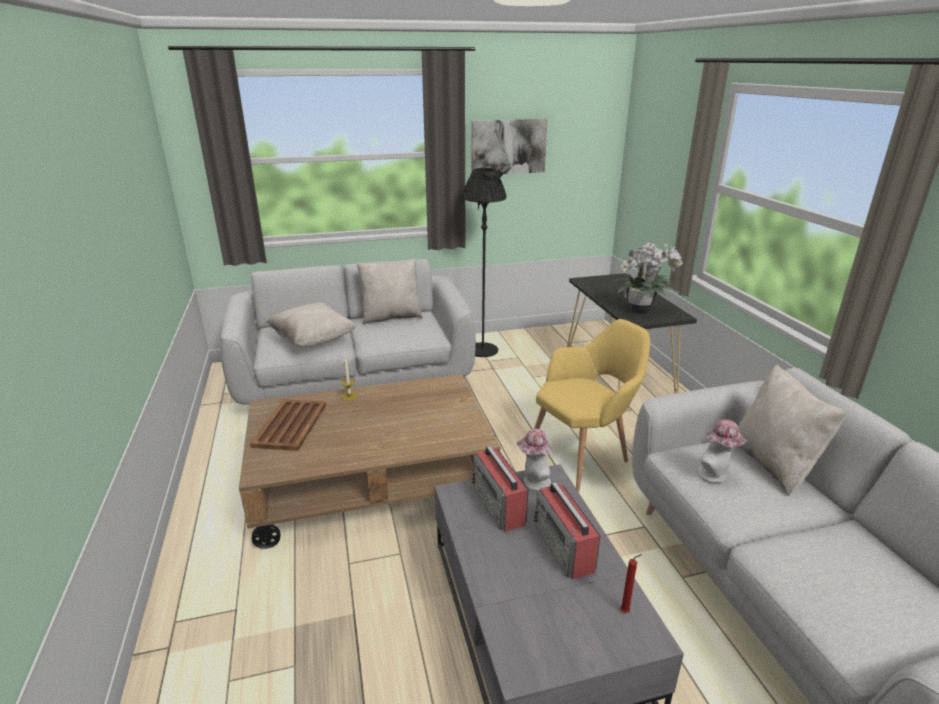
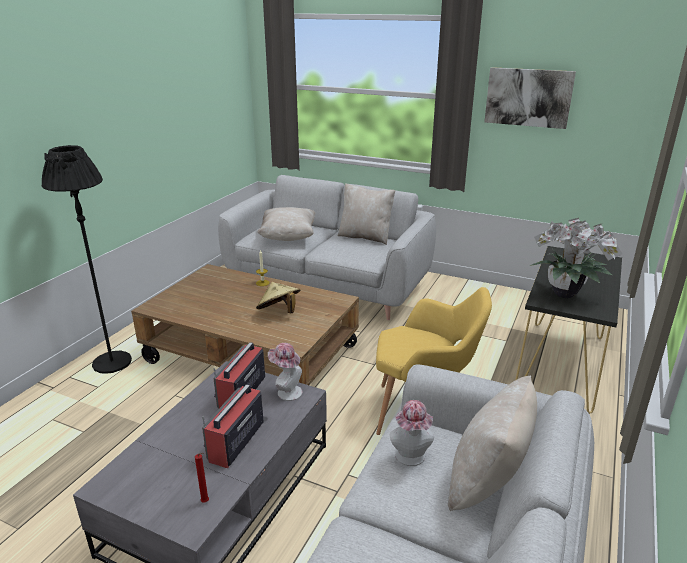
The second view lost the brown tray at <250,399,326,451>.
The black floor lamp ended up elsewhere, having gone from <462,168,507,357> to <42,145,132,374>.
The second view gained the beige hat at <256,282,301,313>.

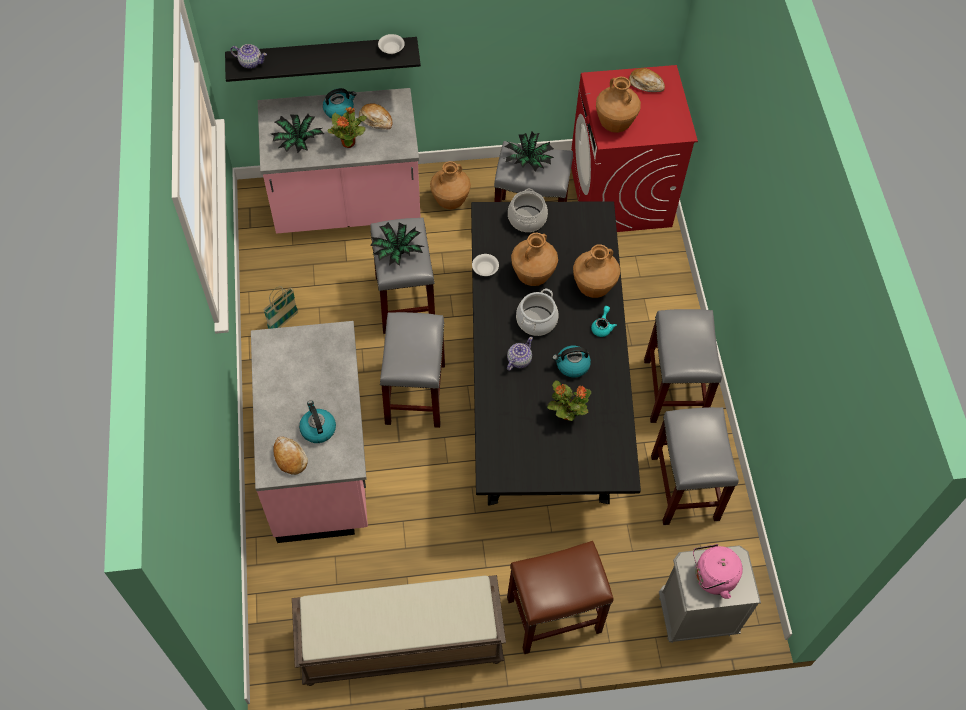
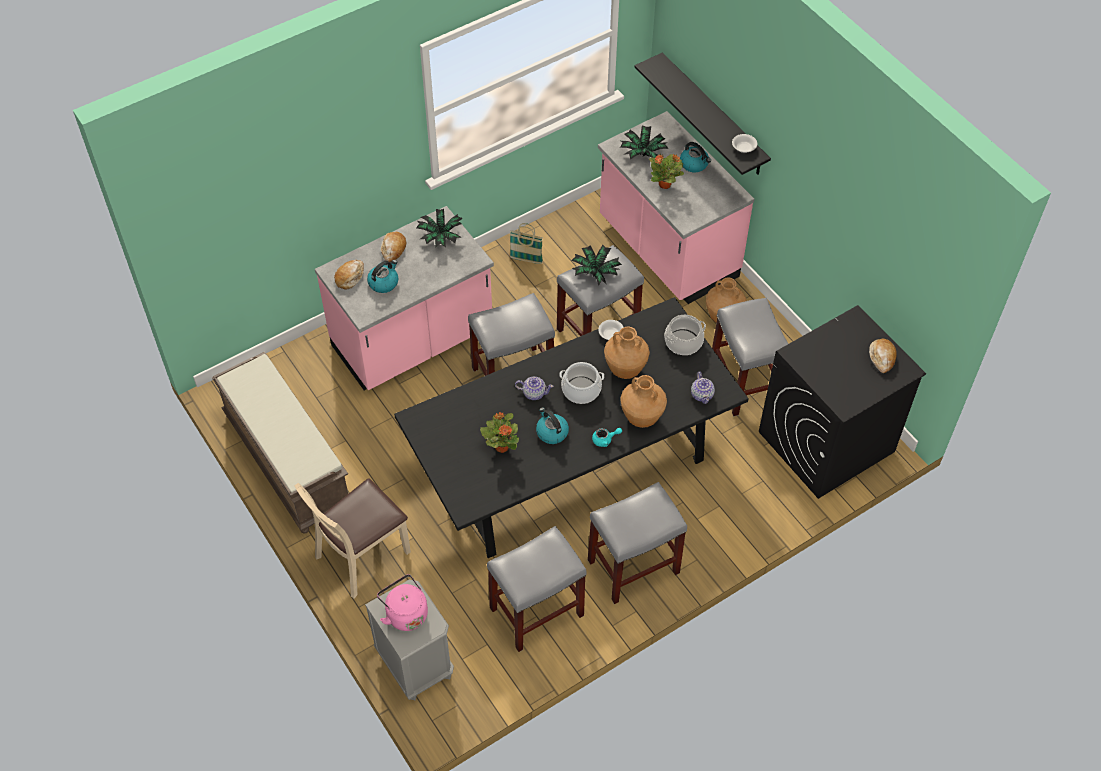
The teapot ended up elsewhere, having gone from <230,44,267,69> to <691,372,715,404>.
The bread ended up elsewhere, having gone from <359,103,393,129> to <381,232,406,262>.
The potted plant ended up elsewhere, having gone from <505,132,554,171> to <416,209,463,248>.
Where the brown stool stood at <507,541,614,654>, the beige chair came to stand at <294,478,411,599>.
What was the red washing machine at <571,65,698,232> turned into the black washing machine at <759,305,926,499>.
The second view lost the brown vase at <596,77,641,133>.

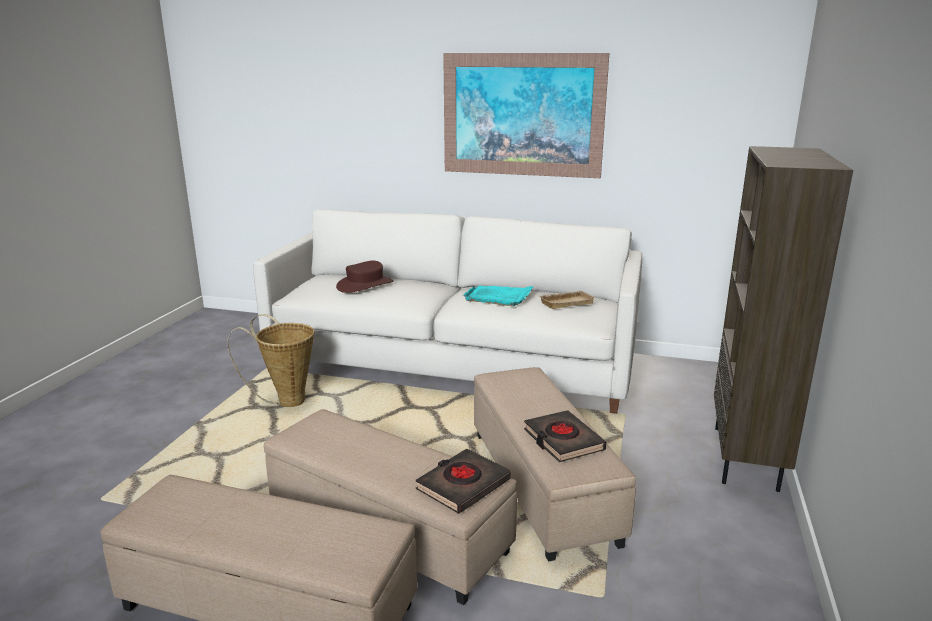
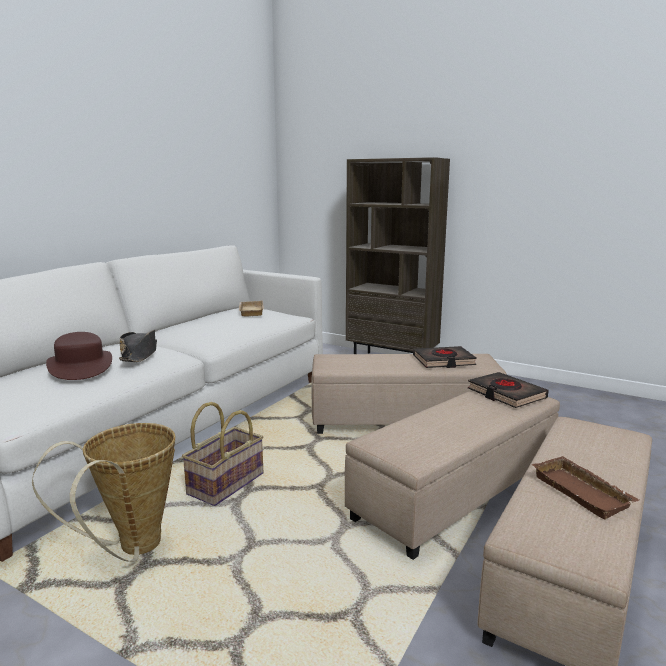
The second view lost the picture at <443,53,609,178>.
The second view lost the turquoise tray at <463,286,534,306>.
The second view gained the black hat at <119,330,157,362>.
The second view gained the basket at <182,402,264,506>.
The second view gained the brown tray at <532,456,640,520>.

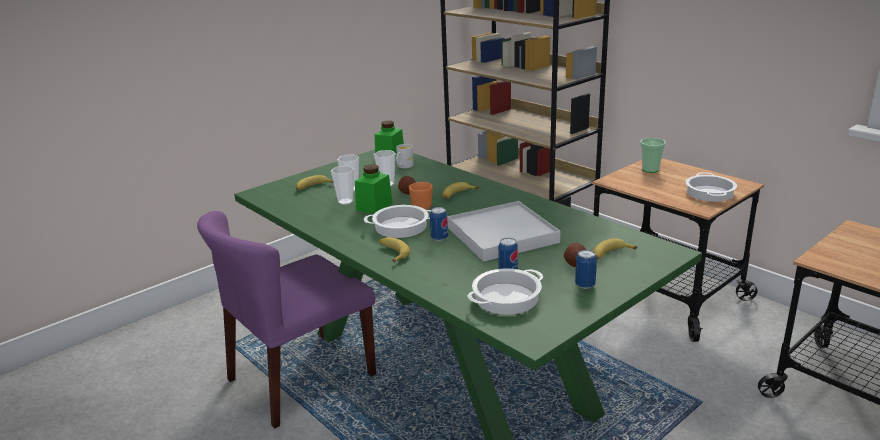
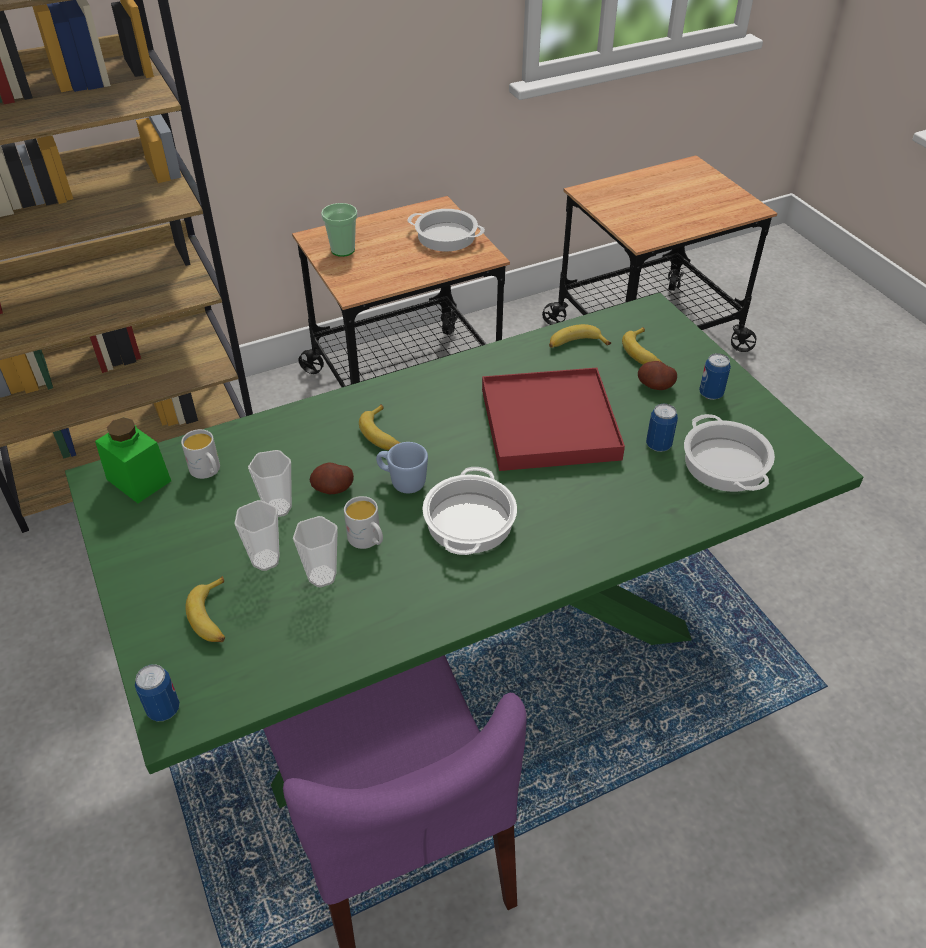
Where the green jar stood at <355,164,393,214>, the white mug came to stand at <344,496,383,549>.
The banana ended up elsewhere, having gone from <379,237,410,262> to <549,324,611,348>.
What was the orange mug at <409,182,433,210> turned into the blue mug at <376,442,428,494>.
The can ended up elsewhere, having gone from <430,207,448,241> to <135,664,180,721>.
What was the white tray at <447,201,560,262> turned into the red tray at <482,368,625,471>.

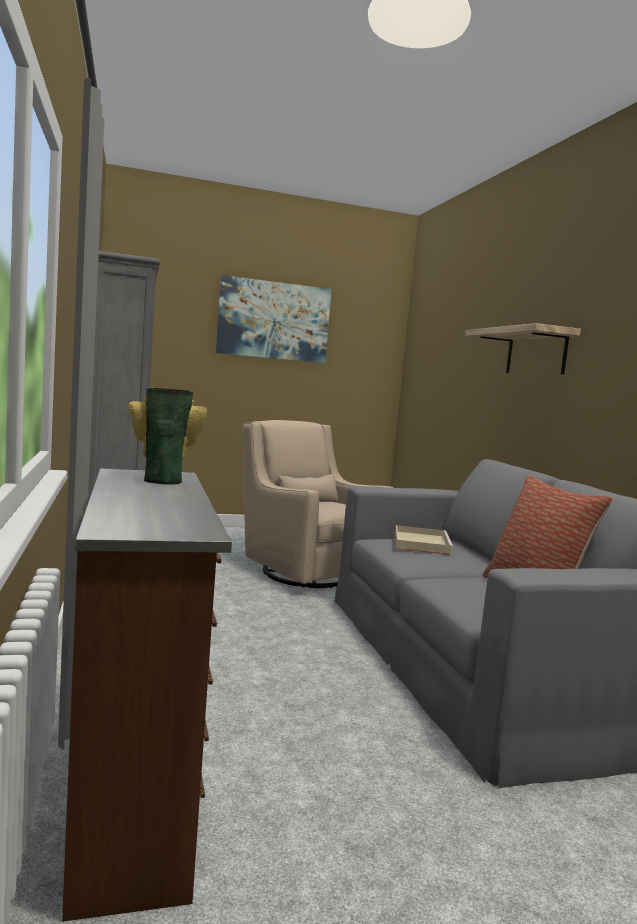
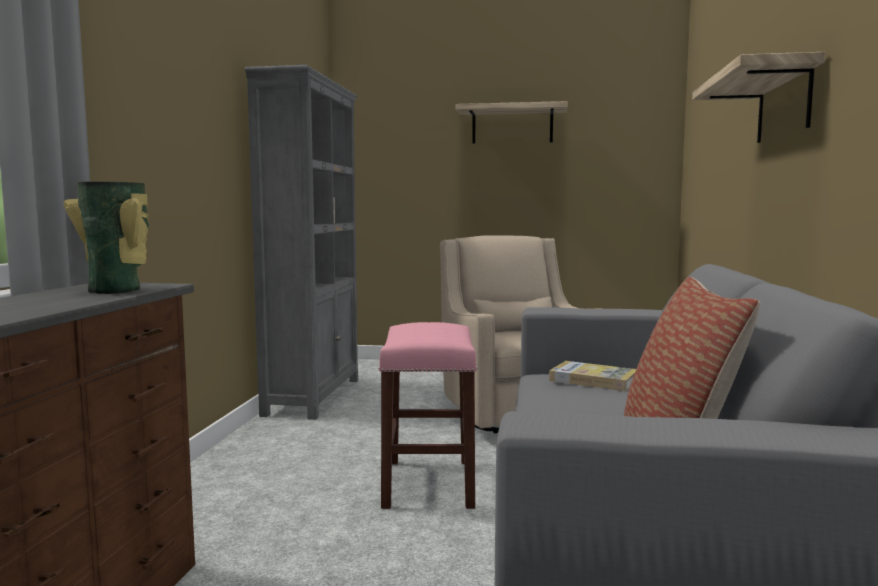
Where the picture hung at <216,275,332,363>, the shelf came to hang at <455,101,568,144>.
Where the beige tray stood at <395,525,454,555>, the book came to stand at <549,361,636,391>.
The second view gained the pink stool at <378,322,477,509>.

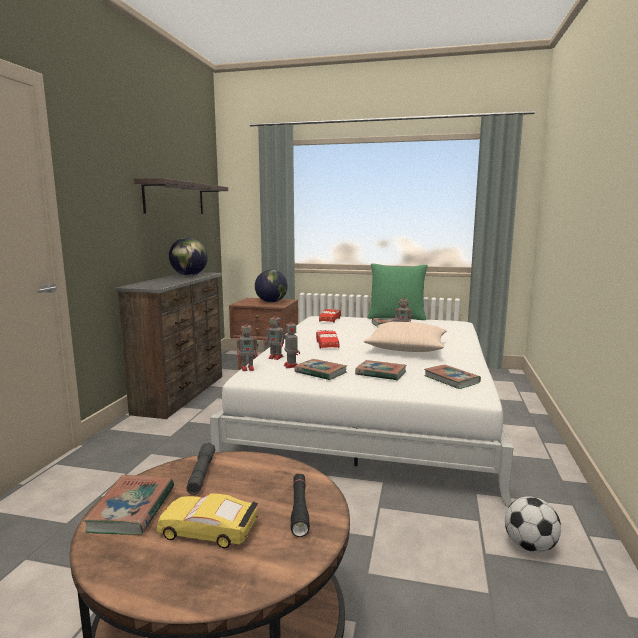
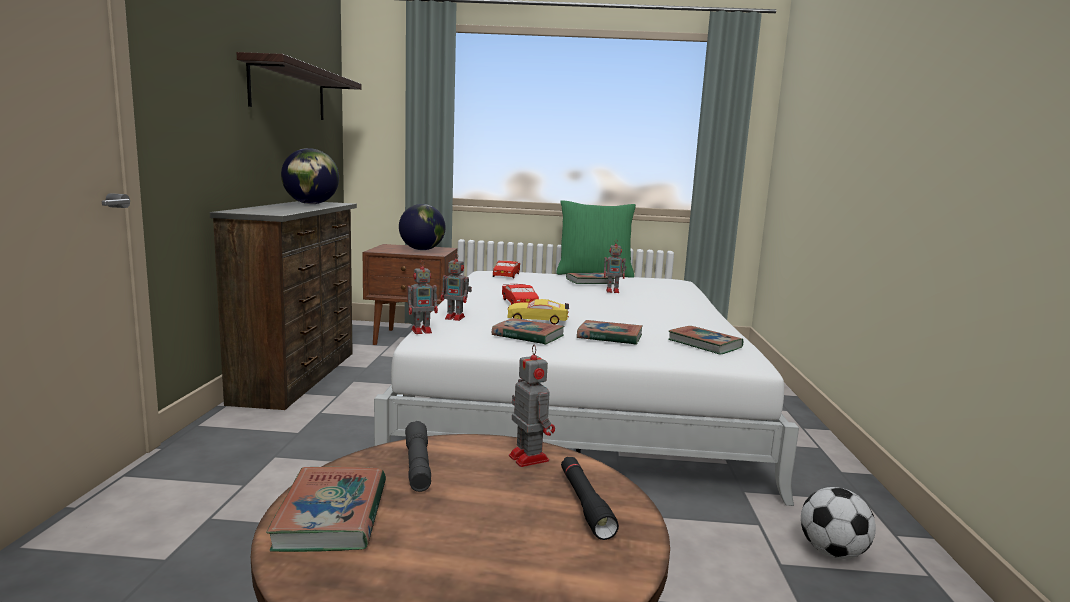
The yellow toy car ended up elsewhere, having gone from <157,494,258,548> to <507,299,569,324>.
The toy robot ended up elsewhere, having gone from <284,319,300,368> to <509,345,555,467>.
The second view lost the beige pillow at <363,322,446,352>.

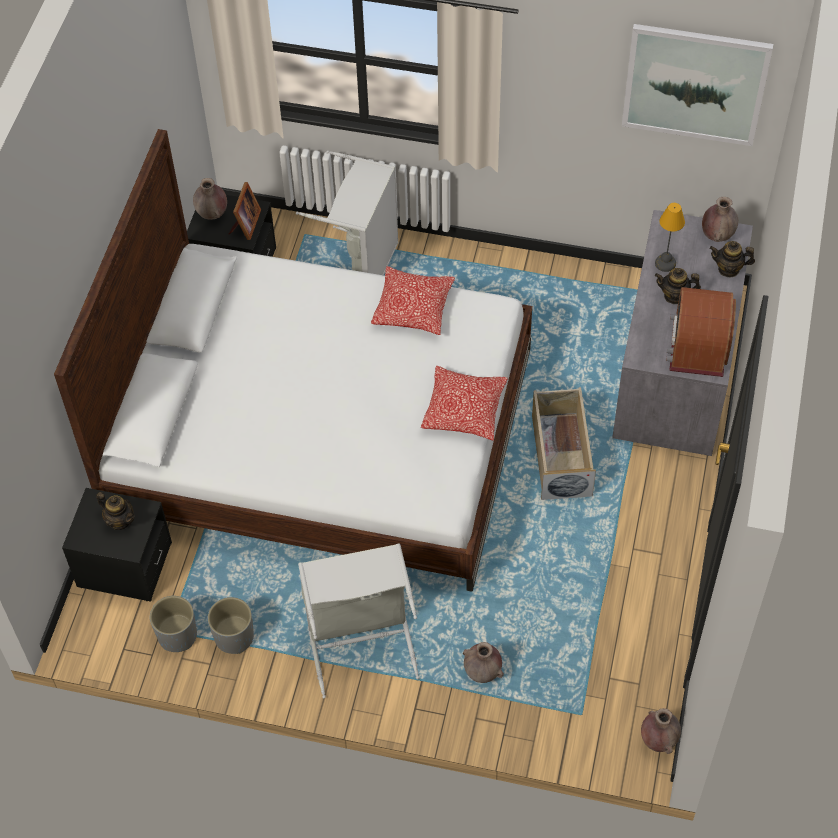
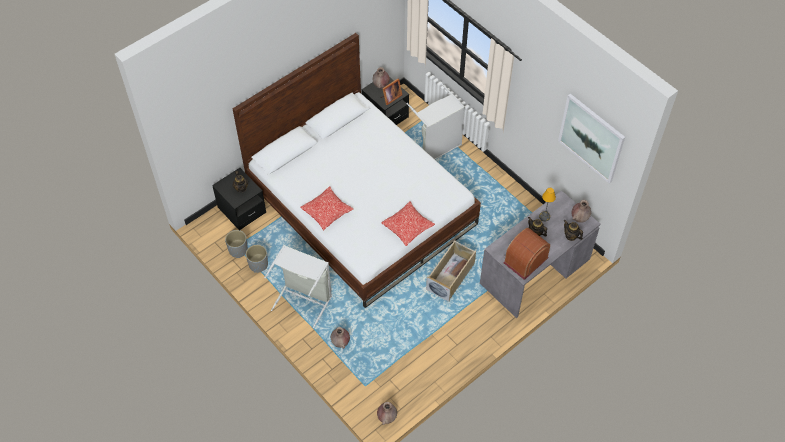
The pillow ended up elsewhere, having gone from <371,266,455,335> to <300,186,353,231>.

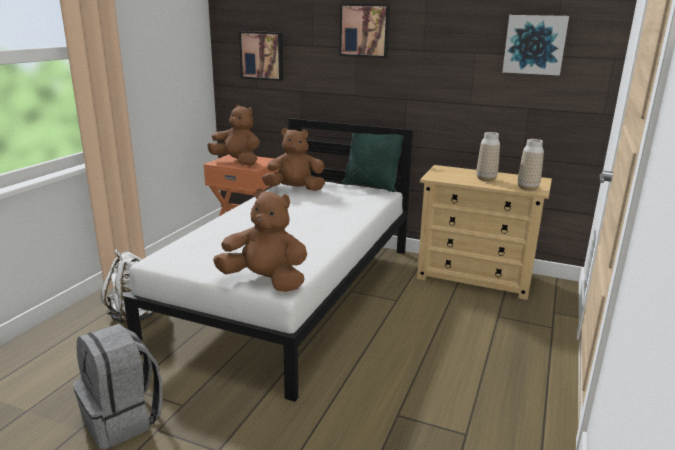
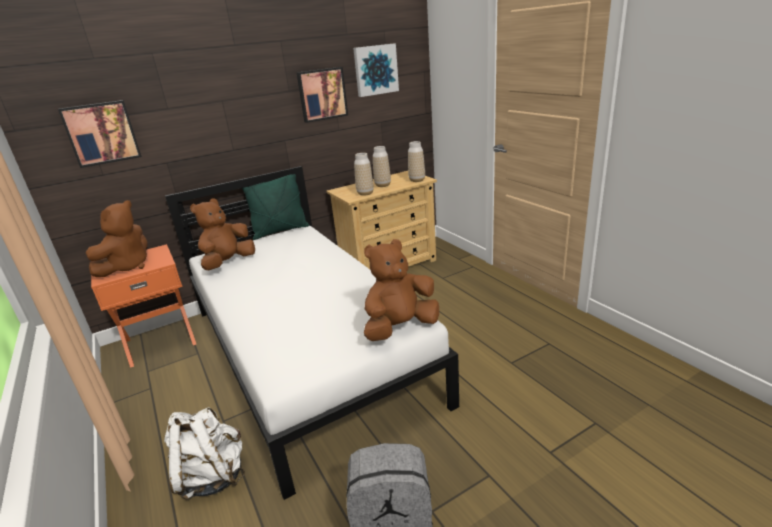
The brown plush toy at <207,104,260,165> ended up facing another way, 135 degrees clockwise from before.
The picture ended up elsewhere, having gone from <339,4,390,58> to <297,67,348,123>.
The second view gained the vase at <354,153,374,196>.

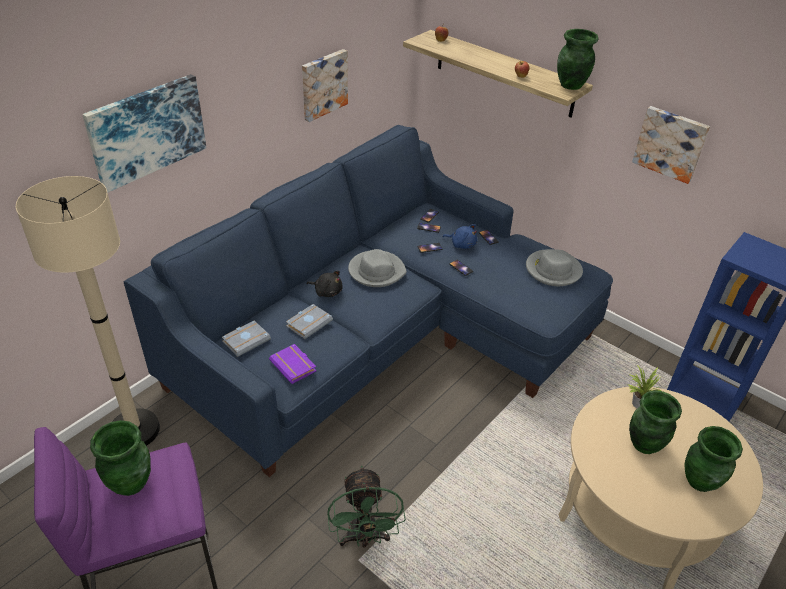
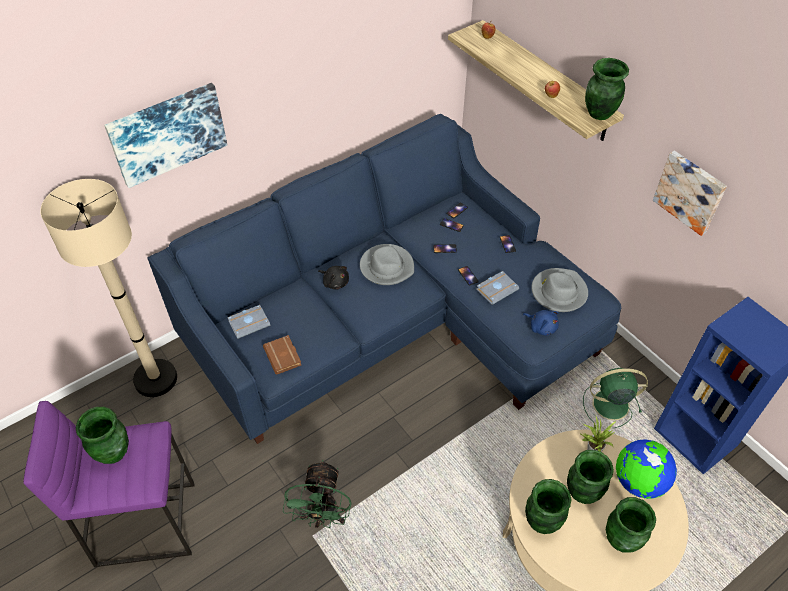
What was the purple book at <269,344,317,384> turned into the brown book at <263,335,302,374>.
The grey book ended up elsewhere, having gone from <286,304,333,339> to <476,271,519,305>.
The second view lost the picture at <302,49,348,122>.
The blue plush toy ended up elsewhere, having gone from <443,224,477,249> to <523,310,559,336>.
The second view gained the green vase at <525,479,571,534>.
The second view gained the green fan at <583,368,648,428>.
The second view gained the globe at <616,439,677,499>.

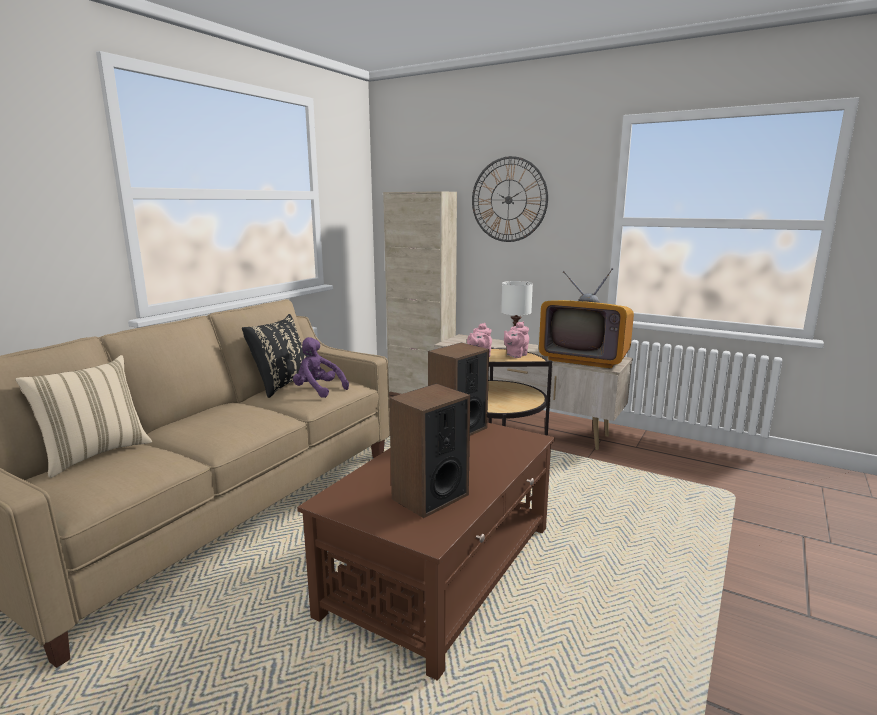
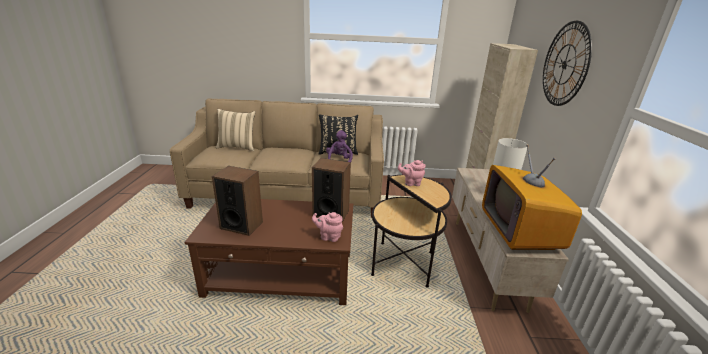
The pink teapot ended up elsewhere, having gone from <504,321,529,358> to <312,212,343,242>.

